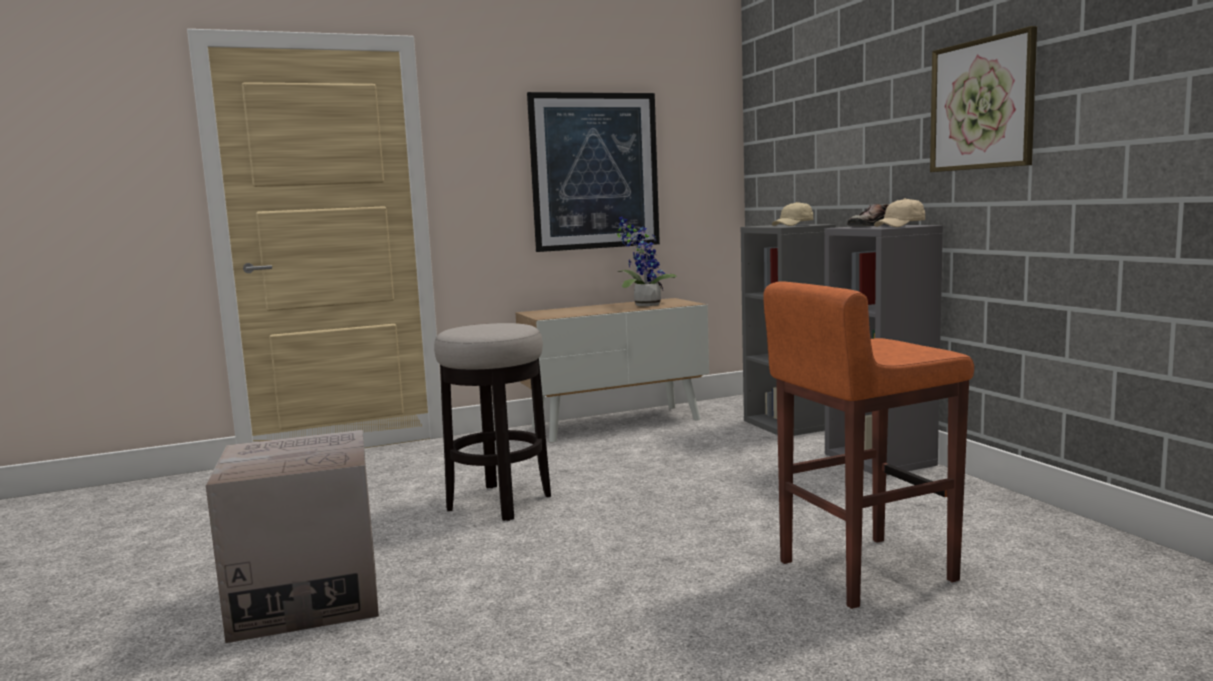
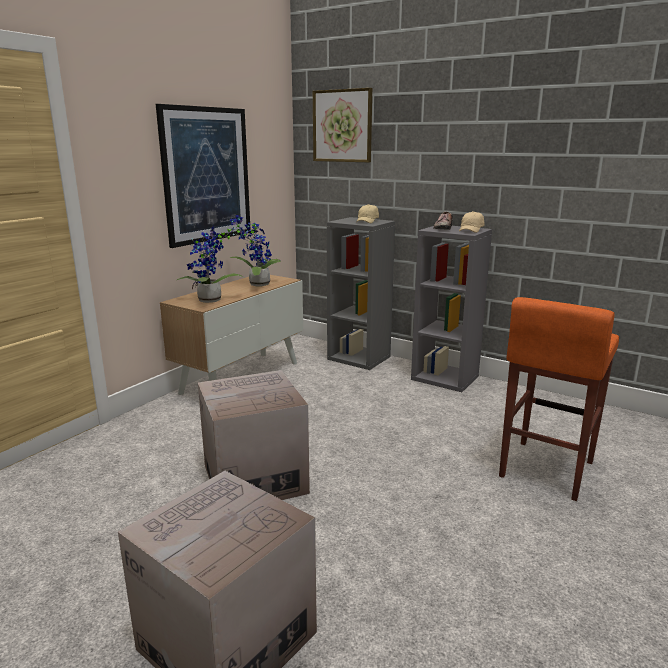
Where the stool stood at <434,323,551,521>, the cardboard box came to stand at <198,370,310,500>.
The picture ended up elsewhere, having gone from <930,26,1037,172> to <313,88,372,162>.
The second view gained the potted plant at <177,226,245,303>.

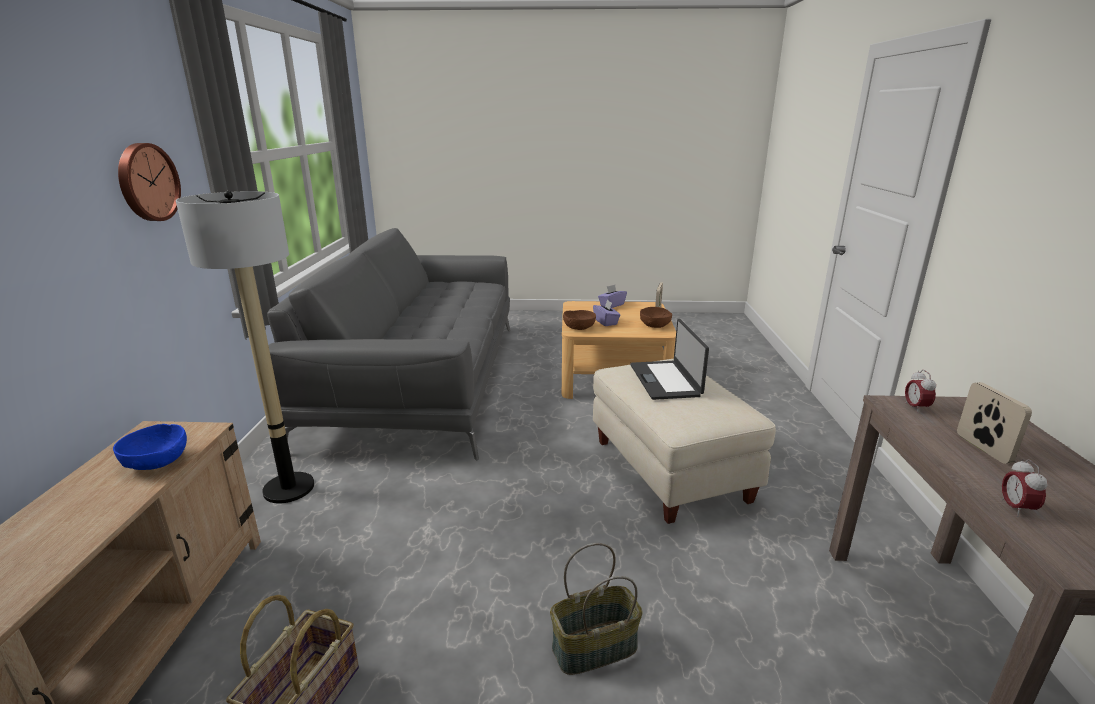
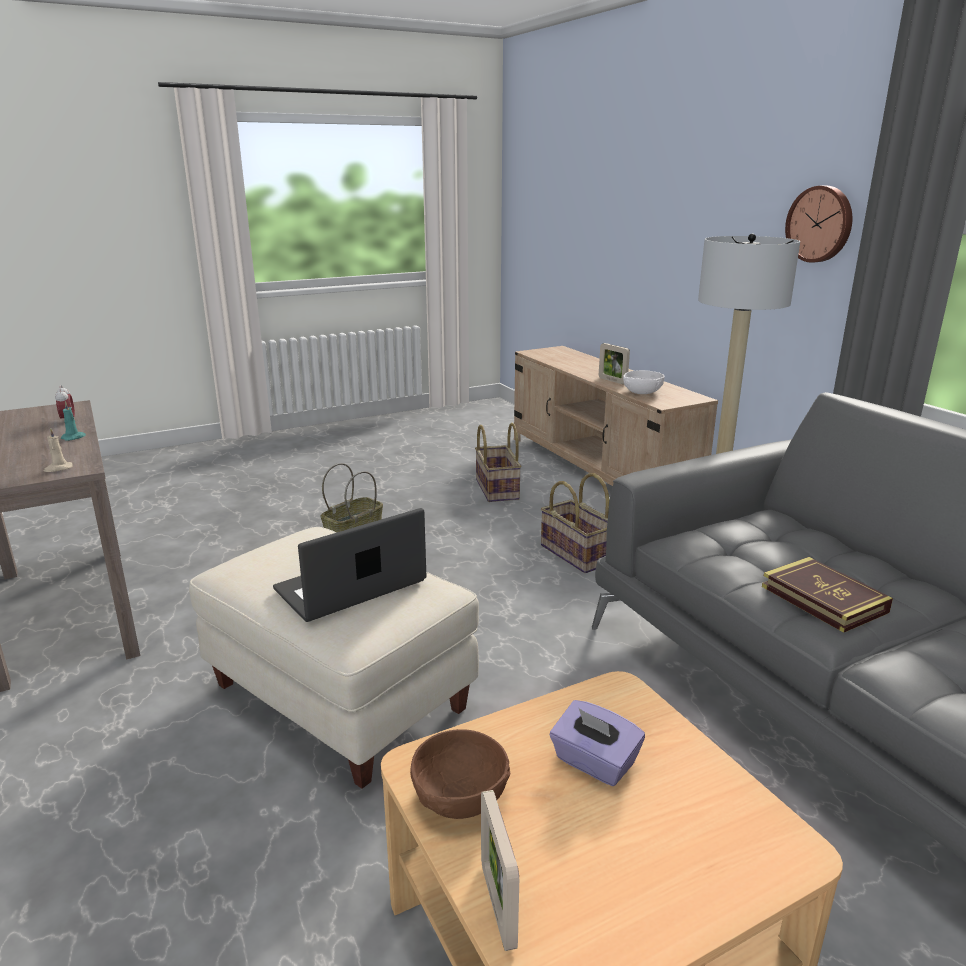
What was the blue bowl at <113,424,187,470> turned into the white bowl at <623,370,665,394>.
The second view lost the brown bowl at <563,310,596,330>.
The second view lost the purple tissue box at <598,285,627,308>.
The laptop at <630,319,709,400> ended up facing another way, 90 degrees counterclockwise from before.
Where the alarm clock stood at <905,370,936,413>, the beige candle came to stand at <44,428,73,472>.
The picture frame ended up elsewhere, having gone from <957,382,1032,464> to <599,343,630,384>.
The second view gained the turquoise candle at <61,401,86,441>.
The second view gained the basket at <541,473,609,573>.
The second view gained the book at <762,557,893,633>.

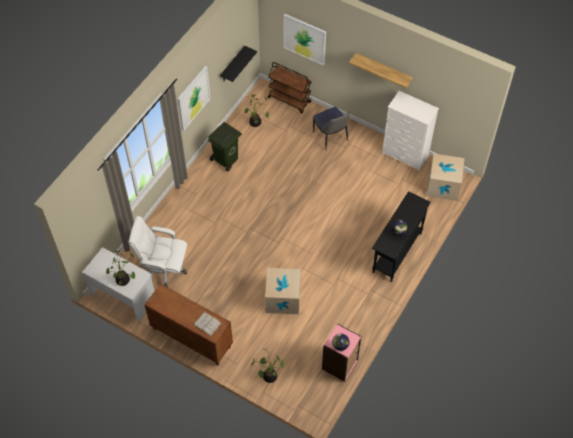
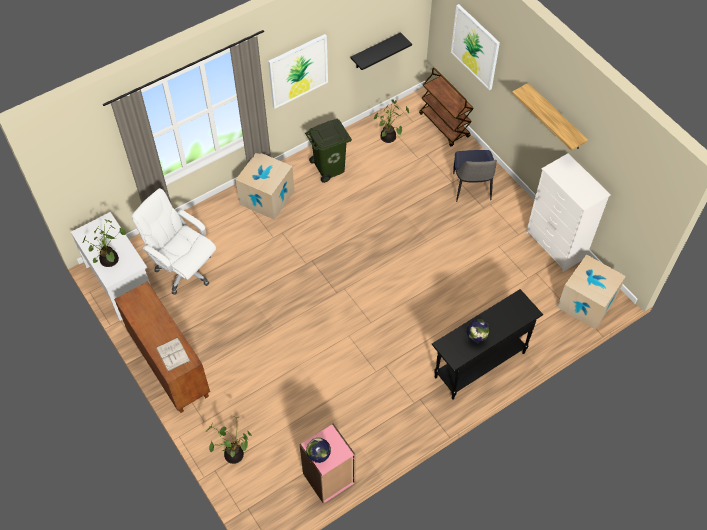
The cardboard box ended up elsewhere, having gone from <265,268,301,314> to <236,153,294,220>.

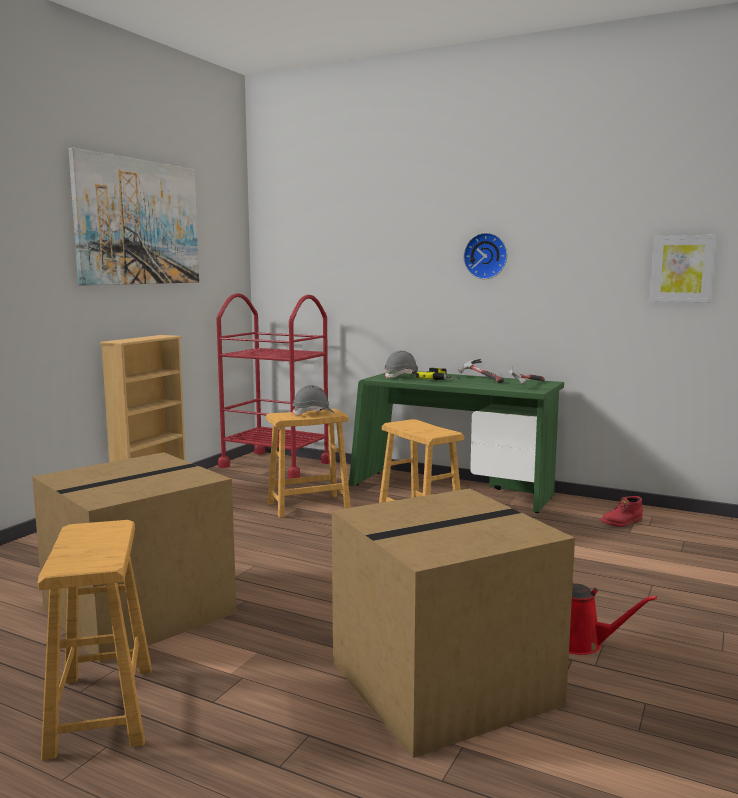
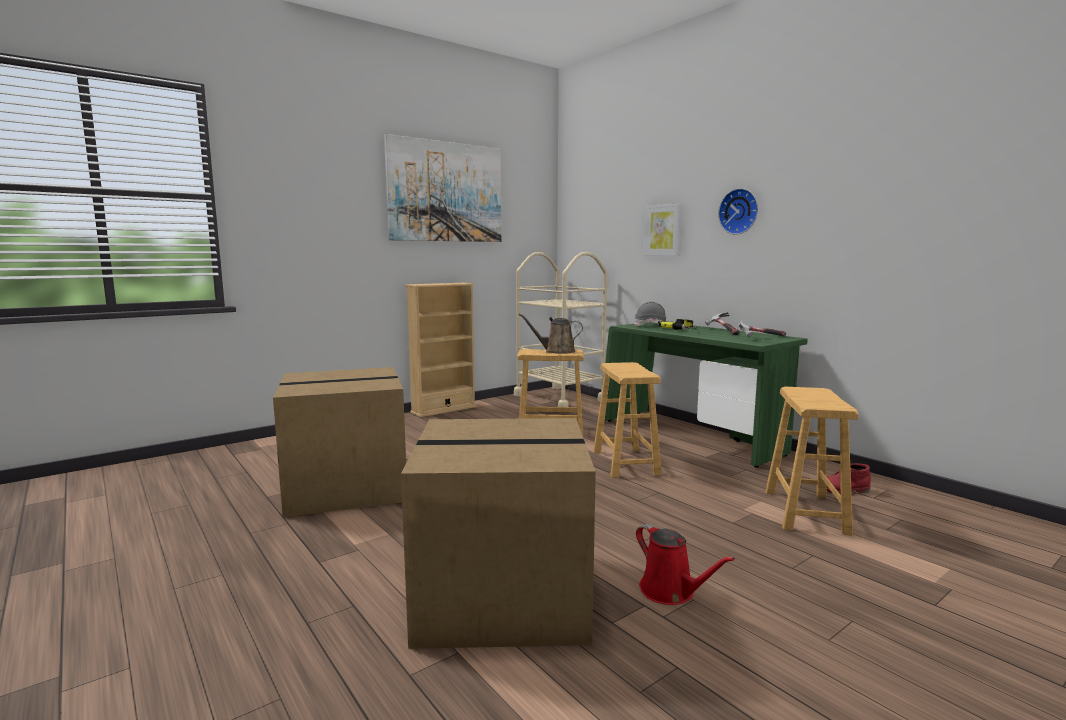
The brown stool ended up elsewhere, having gone from <38,520,152,760> to <765,387,859,536>.
What was the red cart at <216,293,330,479> turned into the beige cart at <514,252,607,407>.
Where the grey hard hat stood at <292,385,334,415>, the brown watering can came to stand at <519,314,583,354>.
The picture ended up elsewhere, having gone from <650,235,717,302> to <644,203,682,256>.

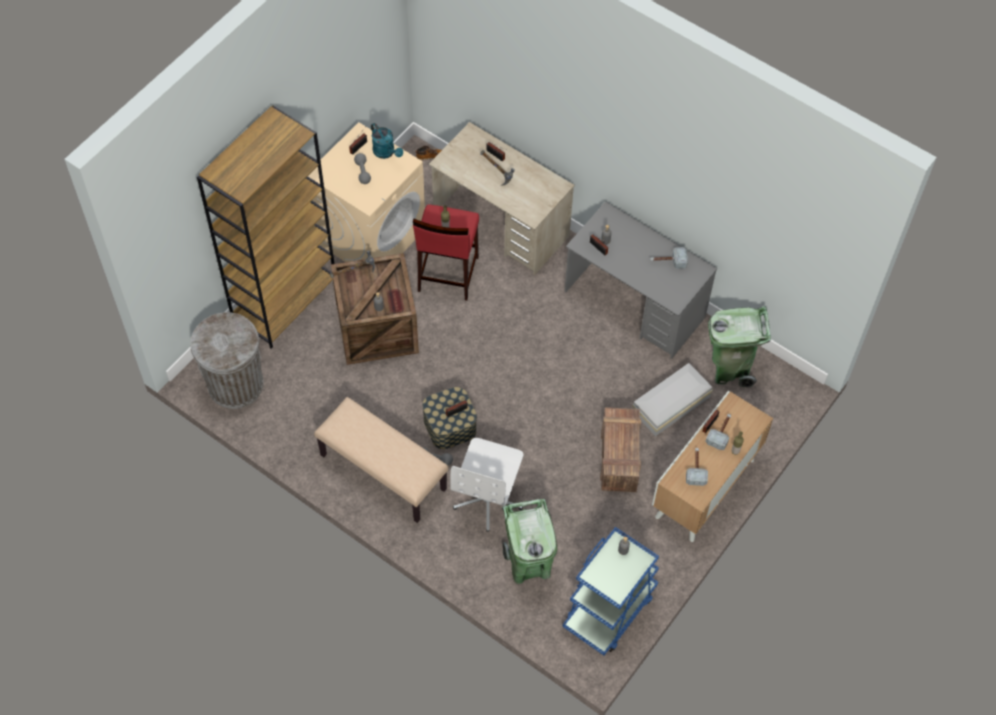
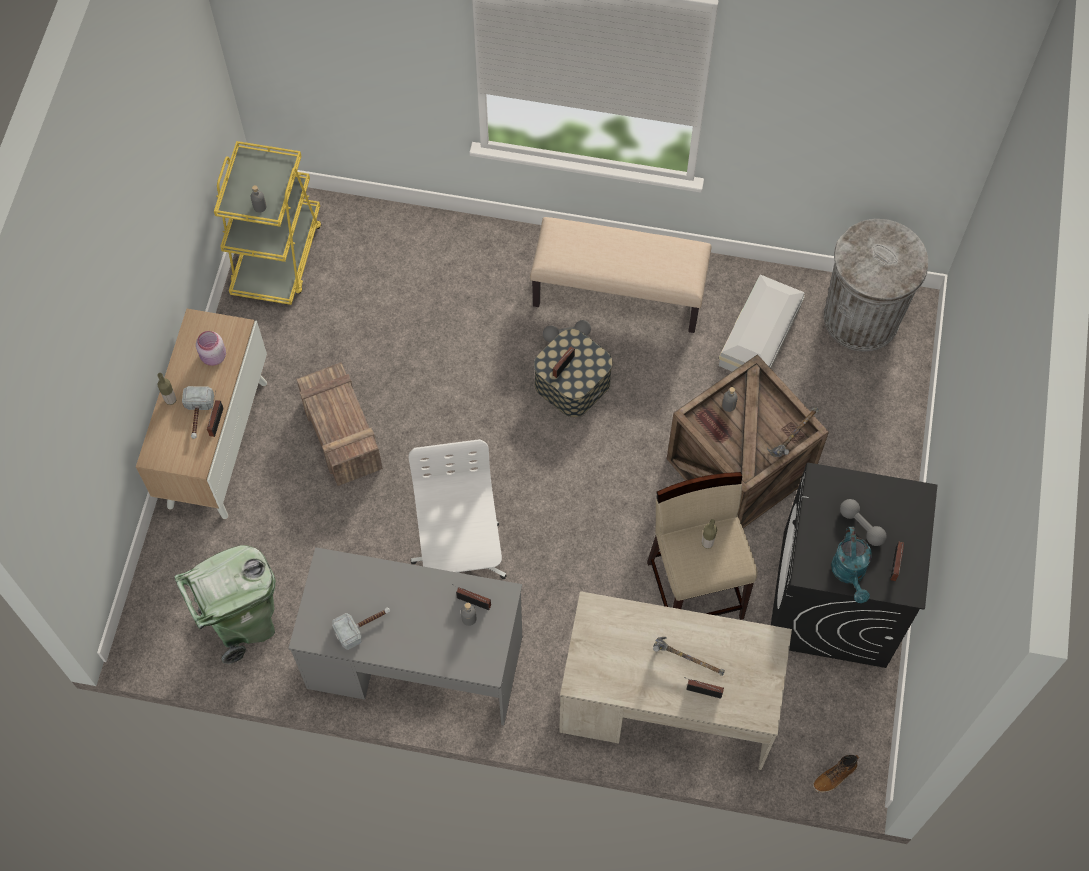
The second view lost the brown bookcase at <197,106,334,349>.
What was the beige washing machine at <308,122,425,262> turned into the black washing machine at <771,463,937,668>.
The turquoise watering can at <371,123,403,159> ended up facing another way, 120 degrees counterclockwise from before.
What was the red stool at <413,204,479,301> turned into the beige stool at <647,472,757,620>.
The white office chair ended up elsewhere, having gone from <451,438,524,532> to <409,439,507,579>.
The second view lost the green trash can at <502,499,557,584>.
What was the blue cart at <562,527,659,655> turned into the yellow cart at <214,141,322,305>.
The white storage box ended up elsewhere, having gone from <632,363,713,436> to <719,275,805,372>.
Where the hammer stood at <686,448,708,486>, the pink jar came to stand at <196,331,226,366>.

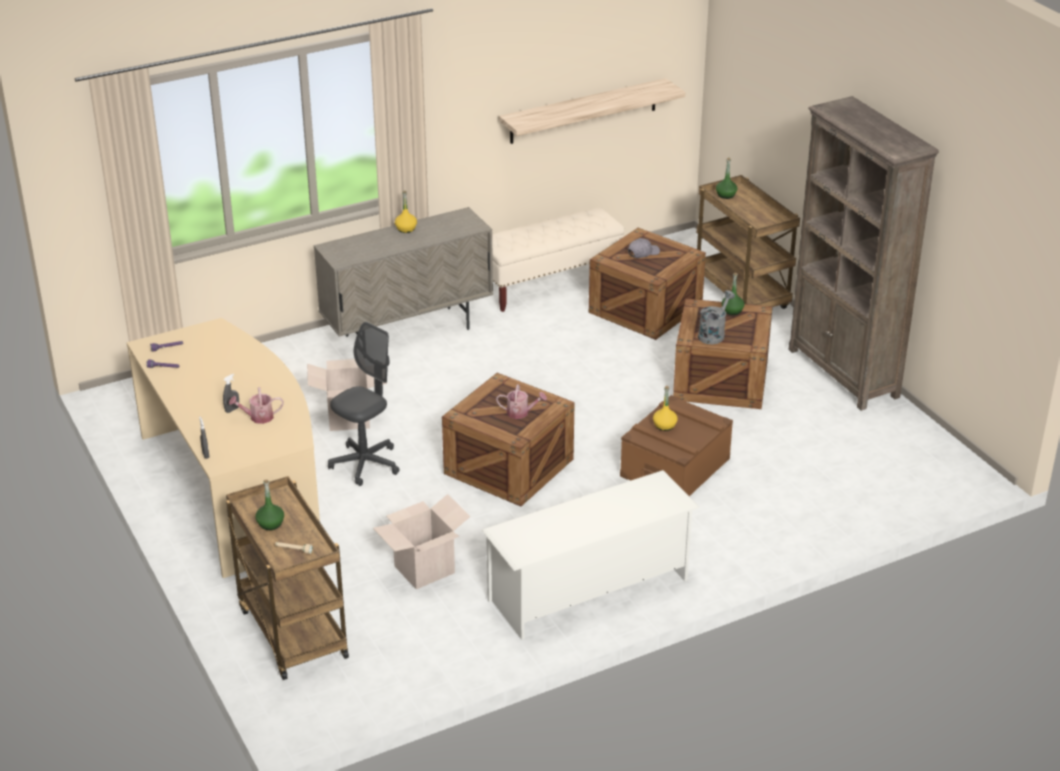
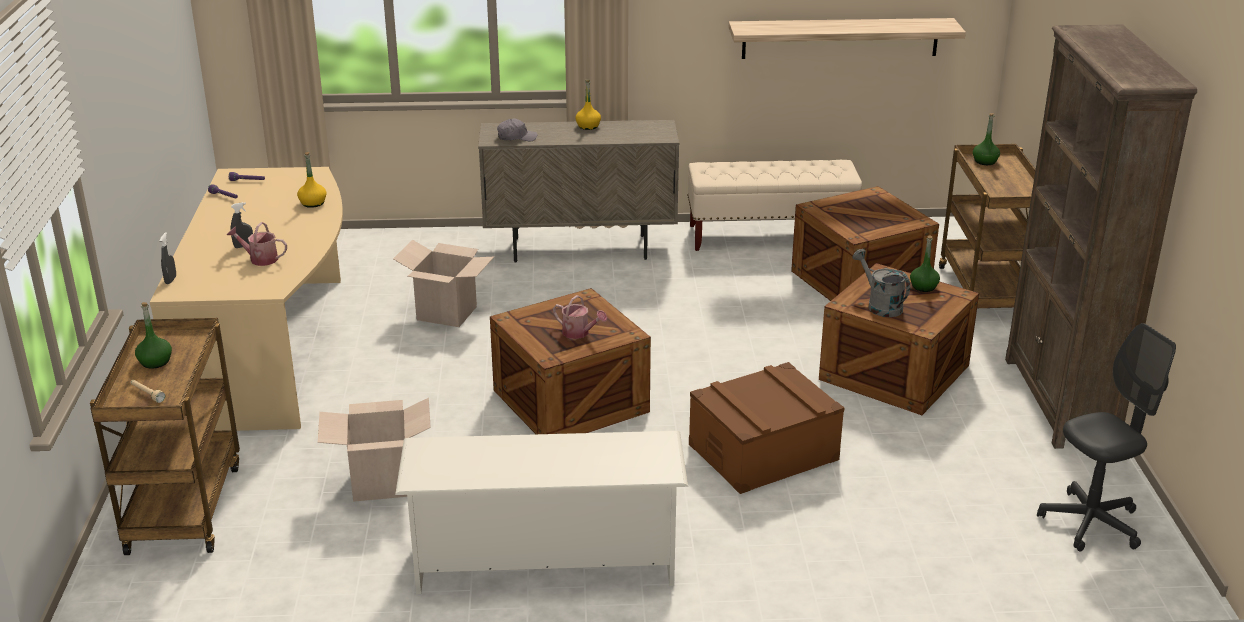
The grey office chair ended up elsewhere, having gone from <328,322,399,486> to <1037,323,1176,552>.
The grey cap ended up elsewhere, having gone from <628,238,660,258> to <497,118,538,141>.
The yellow bottle ended up elsewhere, having gone from <653,386,678,431> to <297,152,327,208>.
The grey watering can at <698,290,735,344> ended up facing another way, 90 degrees counterclockwise from before.

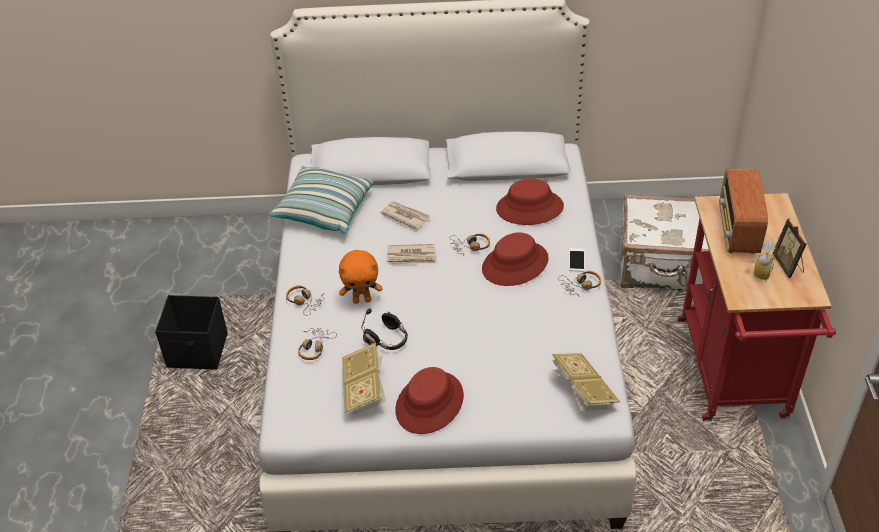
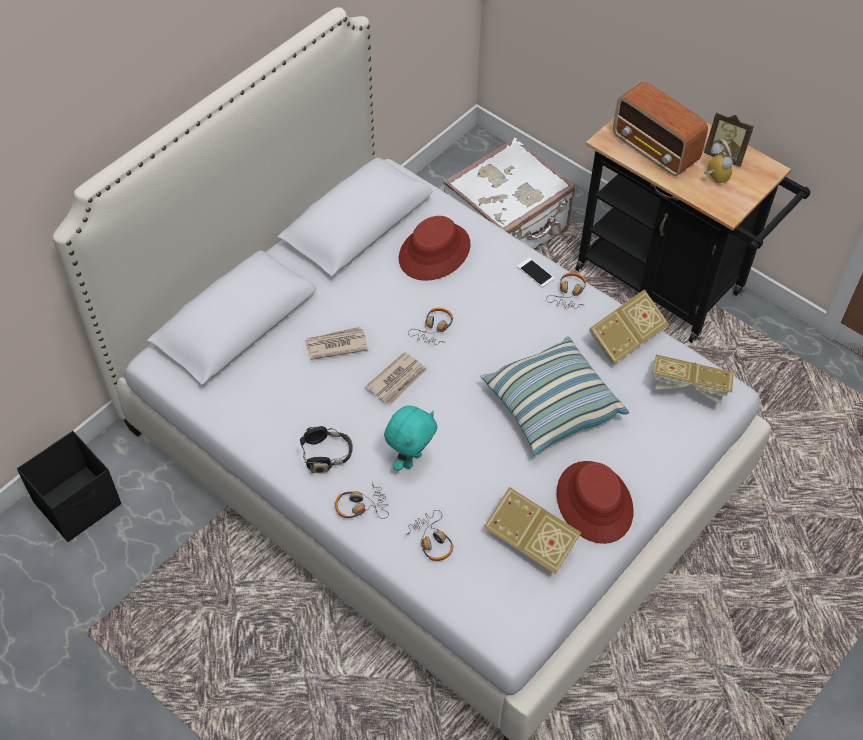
The black storage box ended up elsewhere, having gone from <155,295,228,370> to <17,431,121,542>.
The pillow ended up elsewhere, having gone from <268,166,374,234> to <480,336,629,455>.
What was the orange plush toy at <339,250,382,304> turned into the turquoise plush toy at <384,405,437,471>.
The black headphones ended up elsewhere, having gone from <361,309,408,350> to <300,426,353,473>.
The second view lost the red hat at <482,232,549,286>.
What was the red cart at <677,193,836,422> turned into the black cart at <575,118,810,343>.
The second view gained the book at <588,289,669,363>.

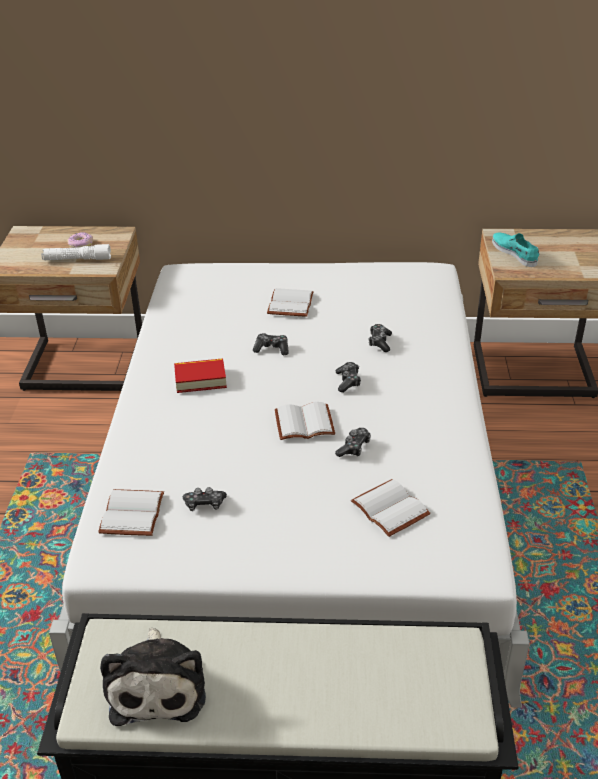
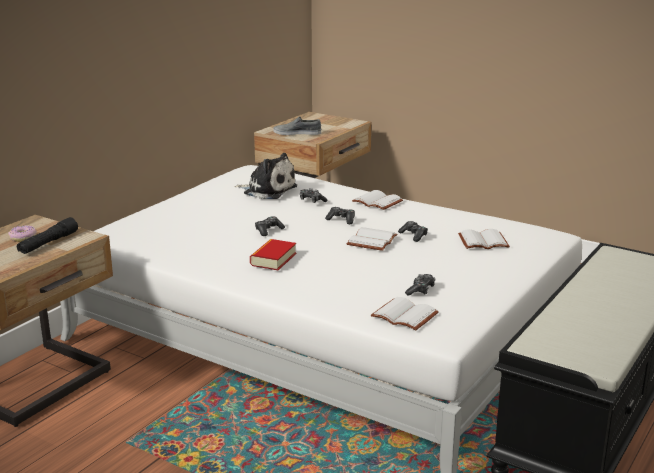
What was the white flashlight at <41,244,111,260> turned into the black flashlight at <17,217,78,254>.
The plush toy ended up elsewhere, having gone from <100,627,206,726> to <234,153,297,199>.
The white book ended up elsewhere, having gone from <267,288,314,317> to <352,190,403,210>.
What was the turquoise shoe at <492,233,539,267> turned into the grey shoe at <273,116,321,135>.

